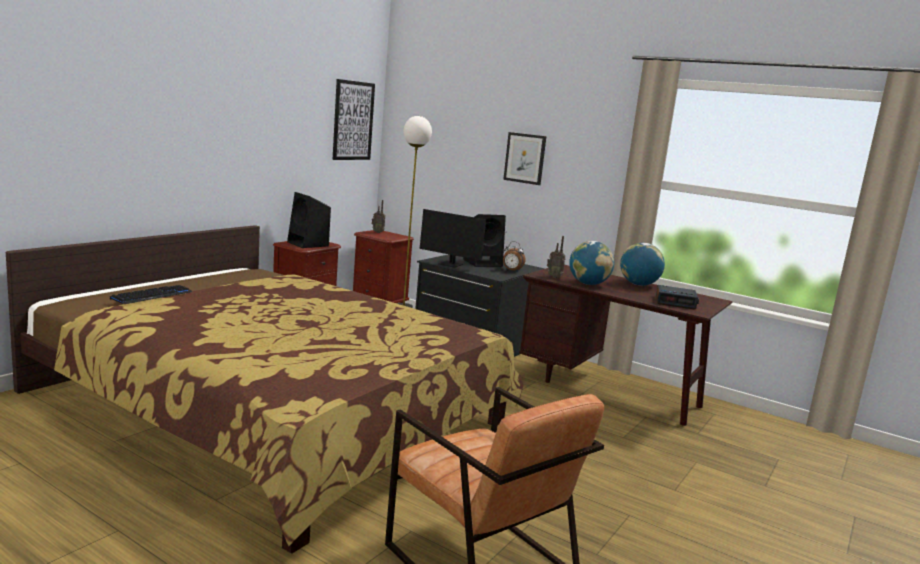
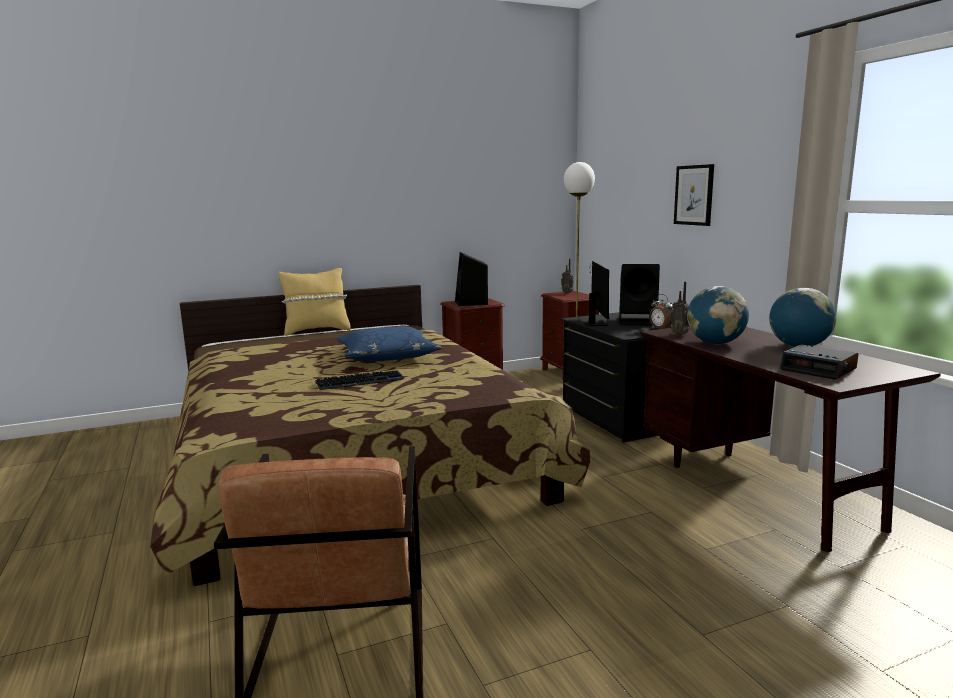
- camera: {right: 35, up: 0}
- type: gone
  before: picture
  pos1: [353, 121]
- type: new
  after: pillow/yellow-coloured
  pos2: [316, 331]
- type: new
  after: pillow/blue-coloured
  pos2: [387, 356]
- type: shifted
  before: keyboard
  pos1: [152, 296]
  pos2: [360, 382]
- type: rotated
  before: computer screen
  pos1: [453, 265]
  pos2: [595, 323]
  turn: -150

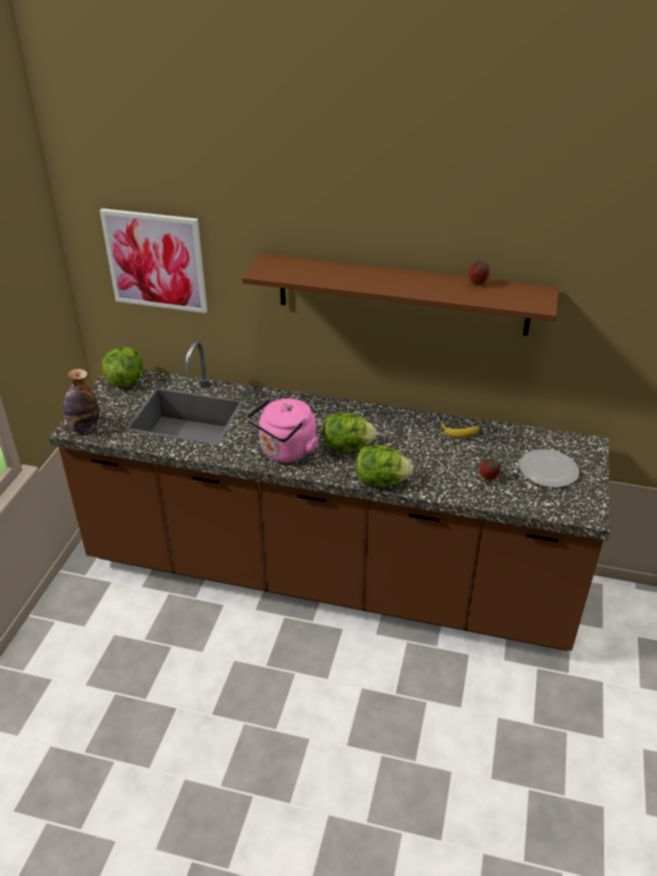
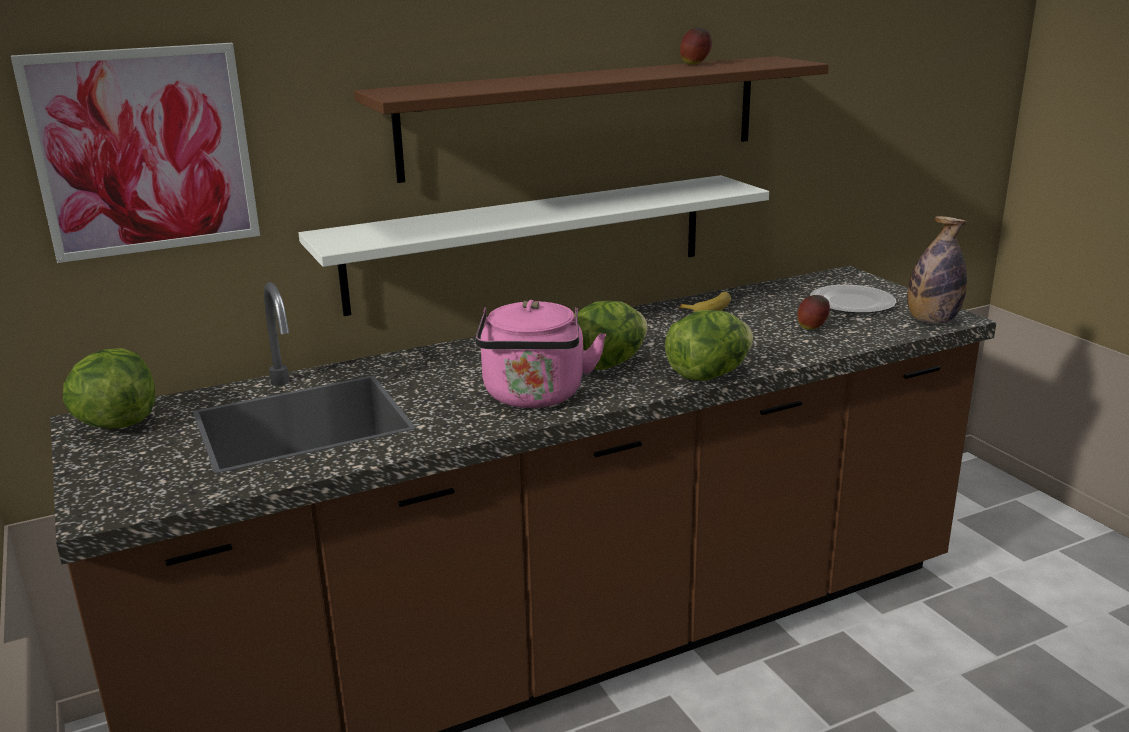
- camera: {right: -40, up: -15}
- type: new
  after: shelf/white-coloured
  pos2: [530, 242]
- type: shifted
  before: beverage bottle
  pos1: [84, 427]
  pos2: [932, 321]

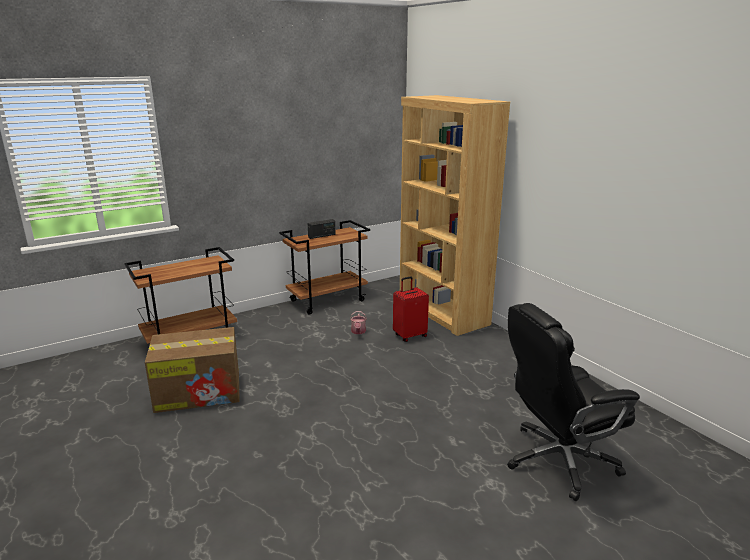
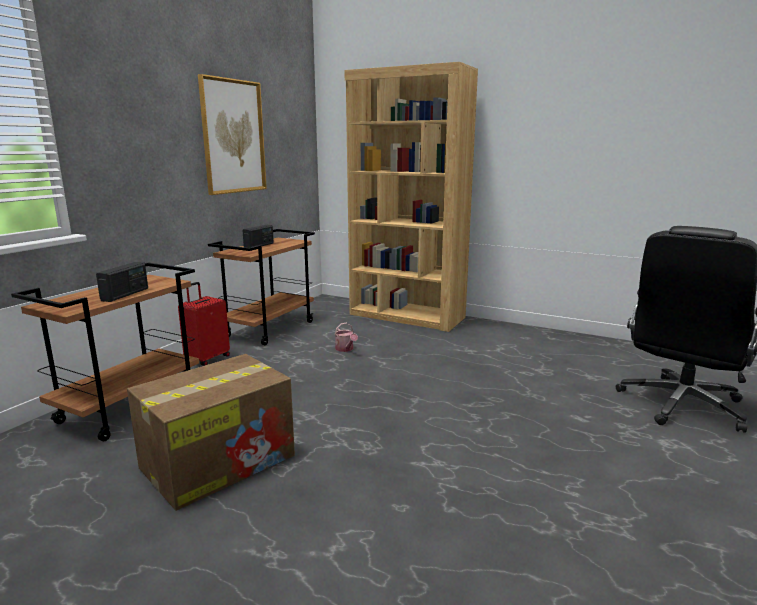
- camera: {right: -30, up: -5}
- type: new
  after: radio set
  pos2: [125, 294]
- type: new
  after: picture
  pos2: [233, 137]
- type: shifted
  before: travel case/reddish
  pos1: [409, 335]
  pos2: [207, 359]

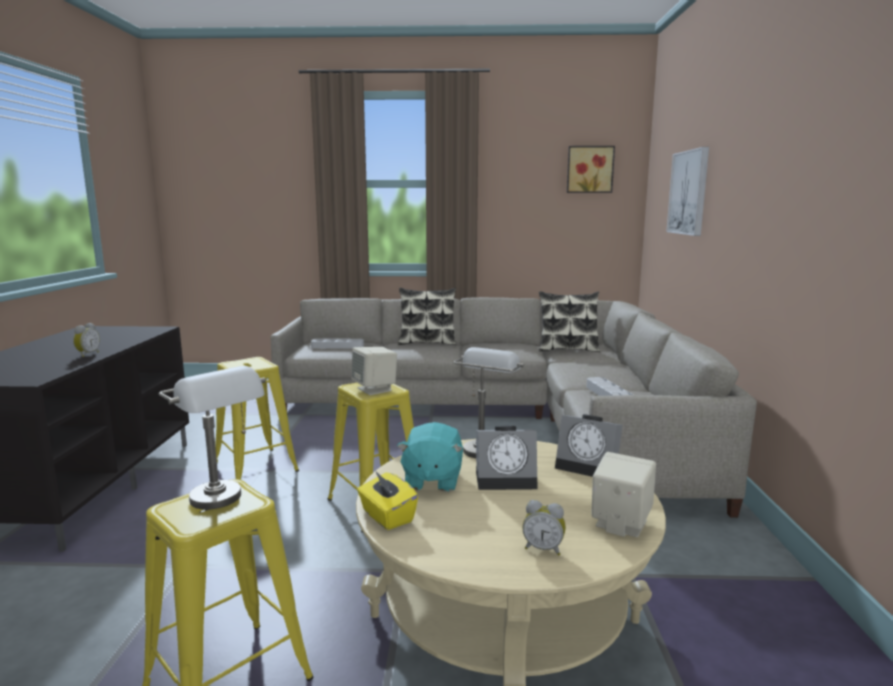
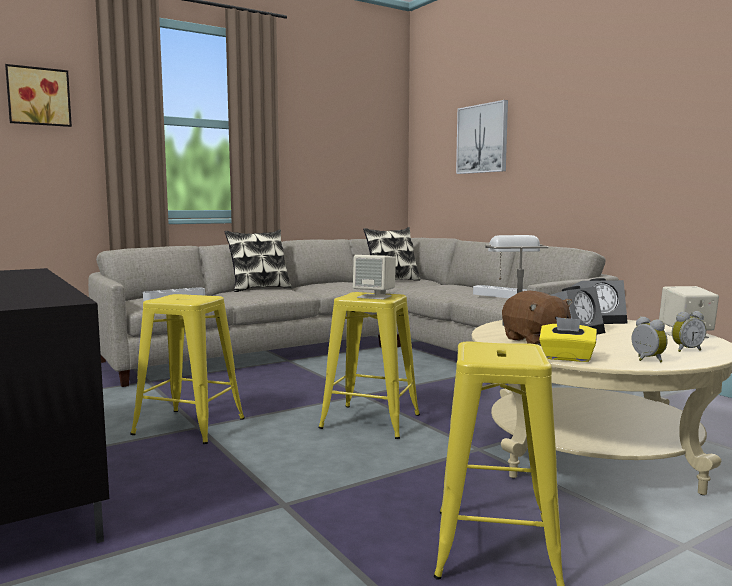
- camera: {right: -35, up: -5}
- type: gone
  before: table lamp/grey
  pos1: [225, 502]
- type: shifted
  before: alarm clock
  pos1: [87, 354]
  pos2: [646, 360]
- type: shifted
  before: picture
  pos1: [589, 169]
  pos2: [38, 96]
- type: repainted
  before: cuddly toy/turquoise
  after: cuddly toy/brownish
  pos1: [432, 480]
  pos2: [535, 340]

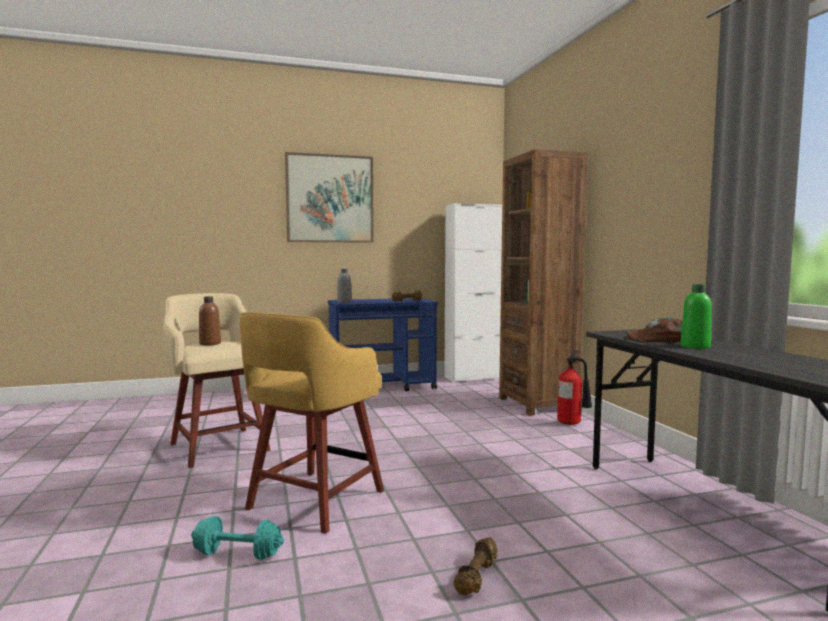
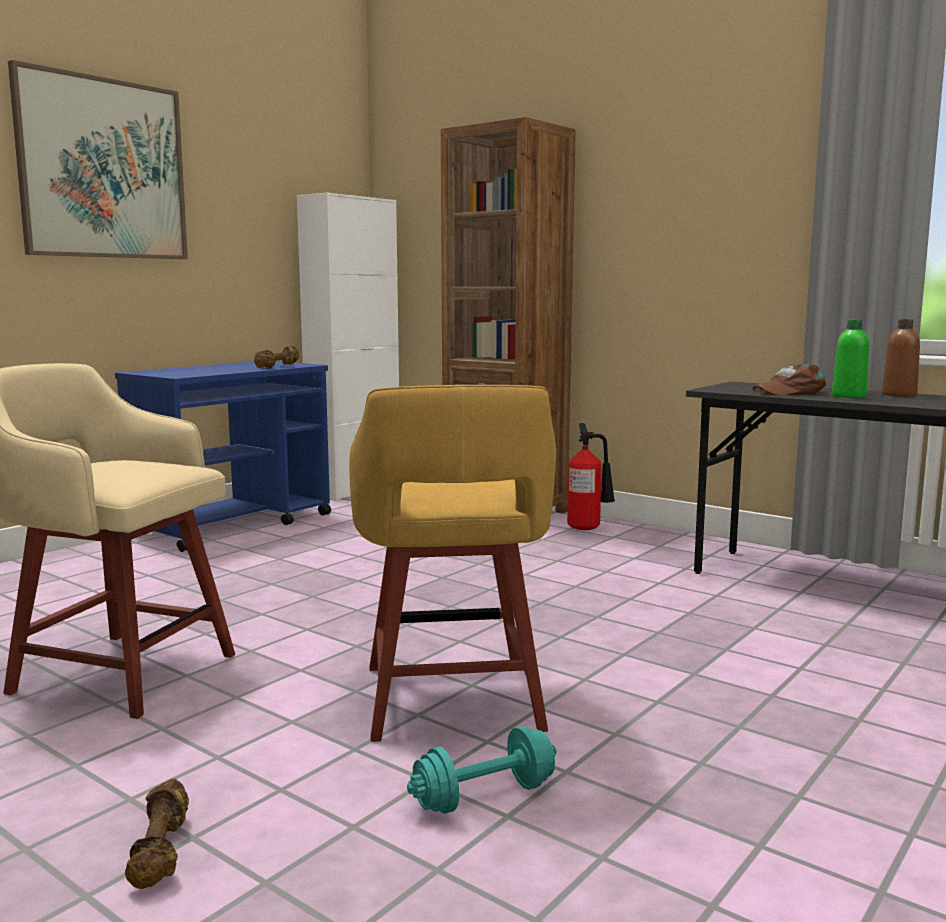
- camera: {right: -35, up: 5}
- type: gone
  before: beverage bottle/grey
  pos1: [344, 302]
- type: shifted
  before: beverage bottle/brownish
  pos1: [210, 343]
  pos2: [899, 395]
- type: shifted
  before: hand weight/brownish
  pos1: [477, 577]
  pos2: [162, 851]

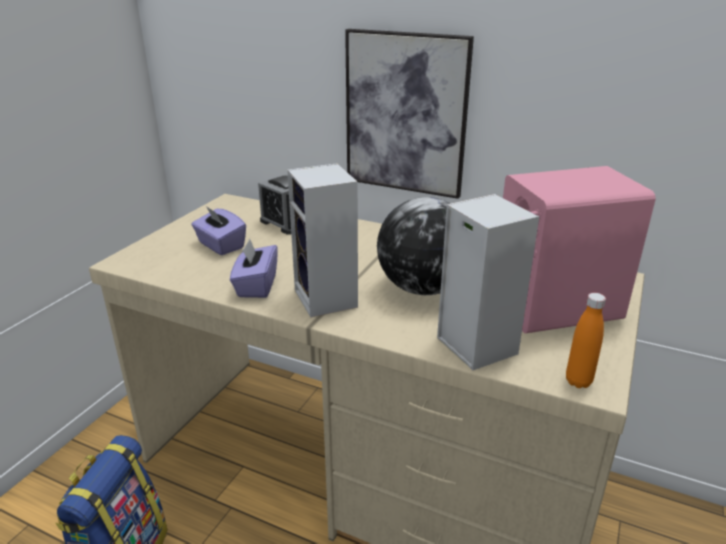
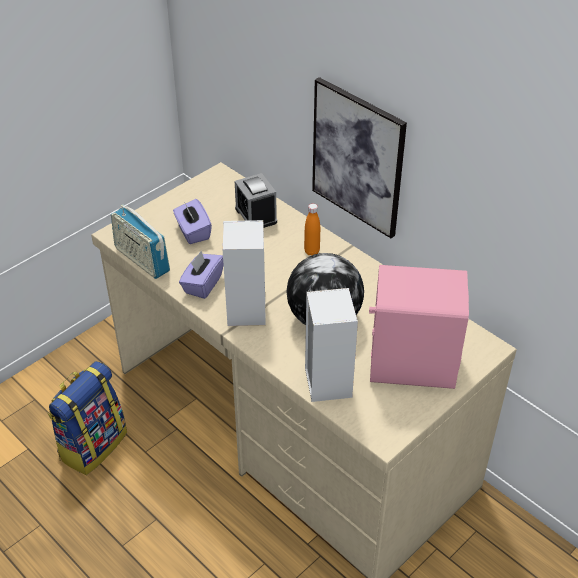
- camera: {right: 20, up: 15}
- type: new
  after: radio set
  pos2: [142, 260]
- type: shifted
  before: beverage bottle/orangey
  pos1: [578, 381]
  pos2: [312, 251]

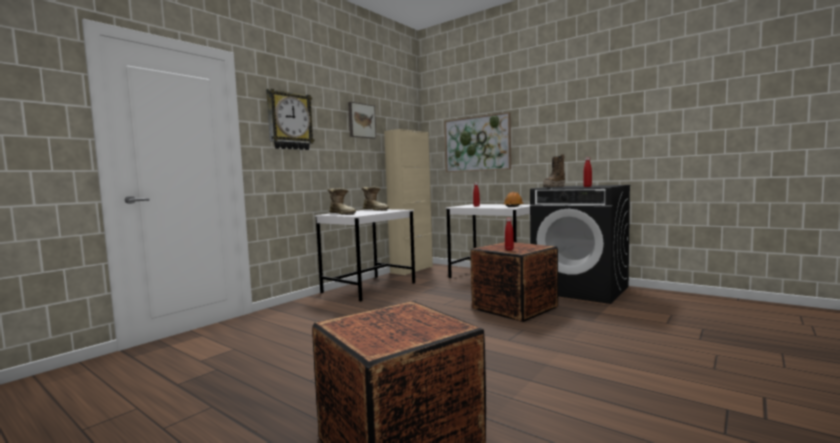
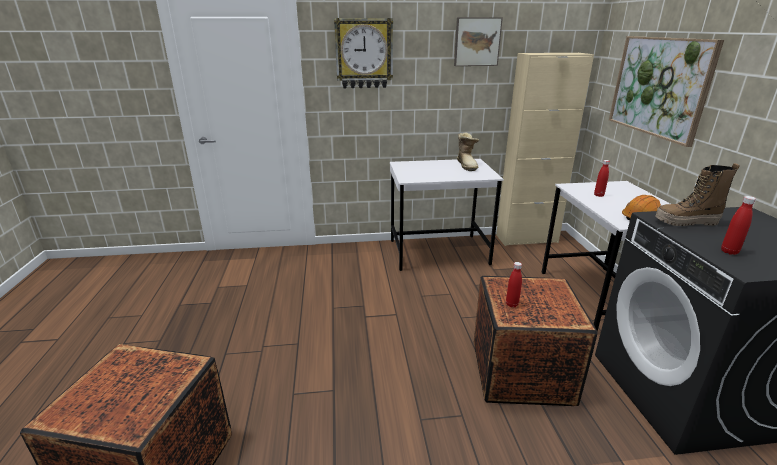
- camera: {right: 45, up: 20}
- type: gone
  before: boot
  pos1: [342, 214]

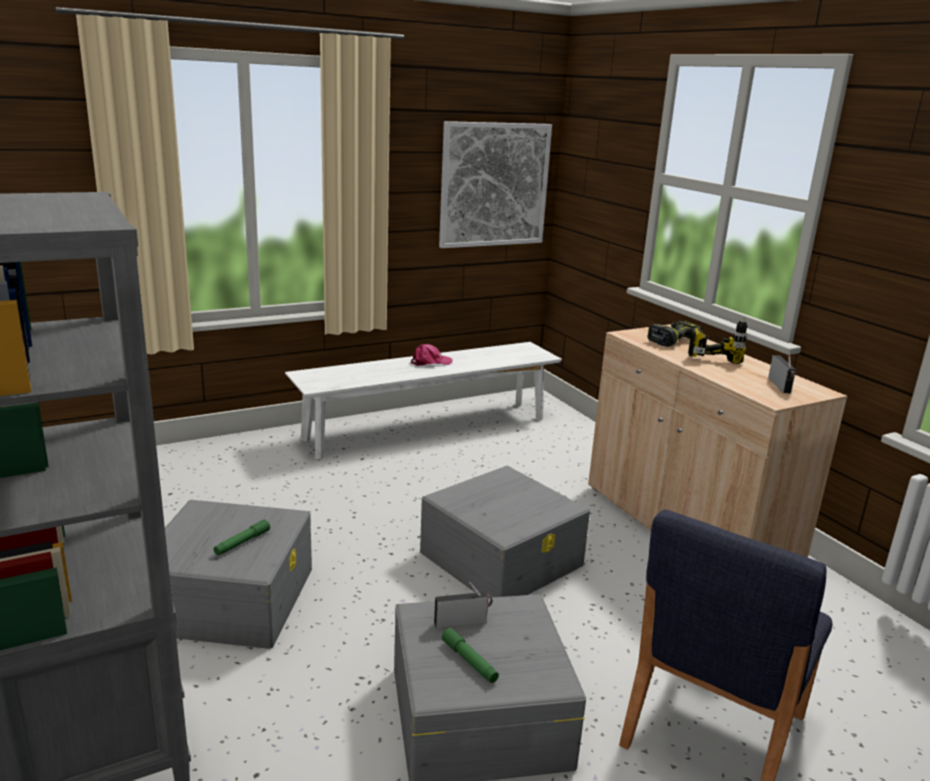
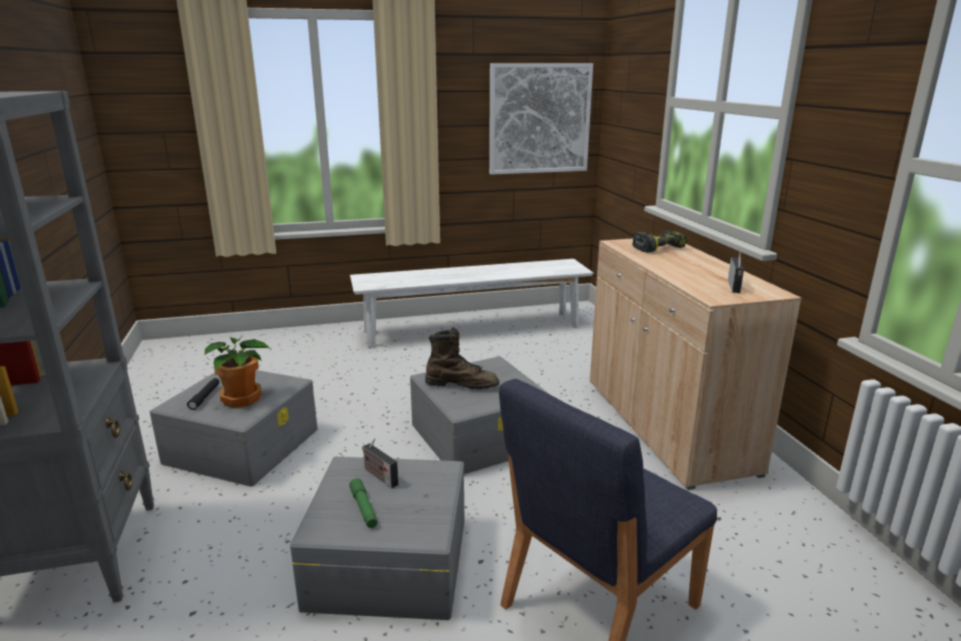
- camera: {right: 15, up: 0}
- type: gone
  before: baseball cap/pinkish
  pos1: [430, 362]
- type: gone
  before: power drill
  pos1: [713, 355]
- type: new
  after: flashlight/blackish
  pos2: [205, 397]
- type: new
  after: boot/brownish
  pos2: [462, 384]
- type: swapped
  before: flashlight/green
  after: potted plant
  pos1: [242, 543]
  pos2: [243, 399]
- type: rotated
  before: radio set
  pos1: [462, 621]
  pos2: [379, 476]
  turn: -135

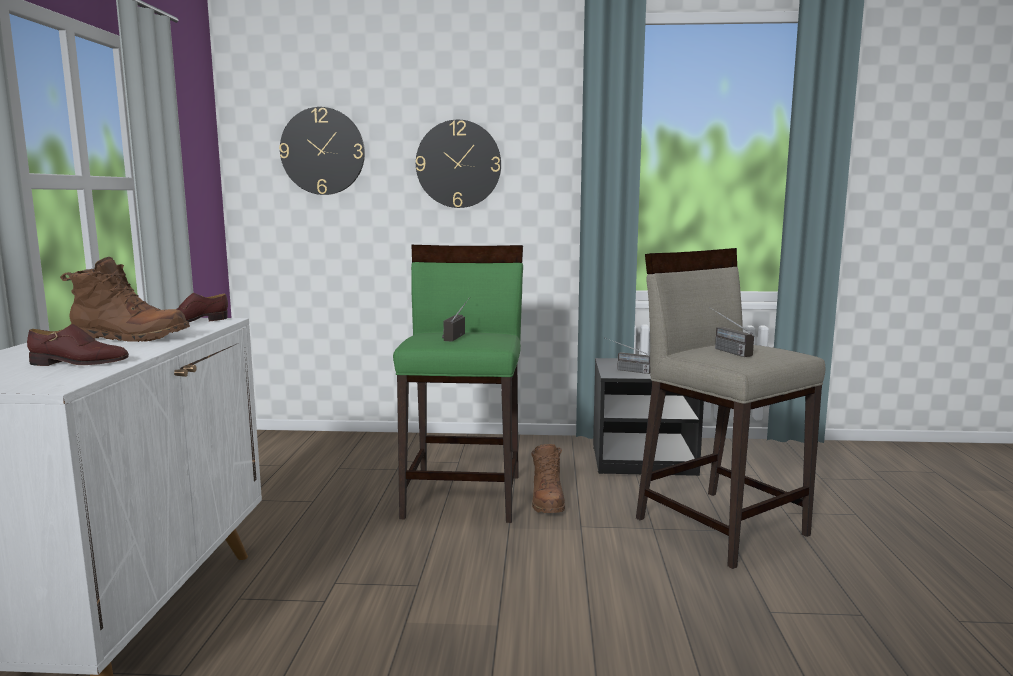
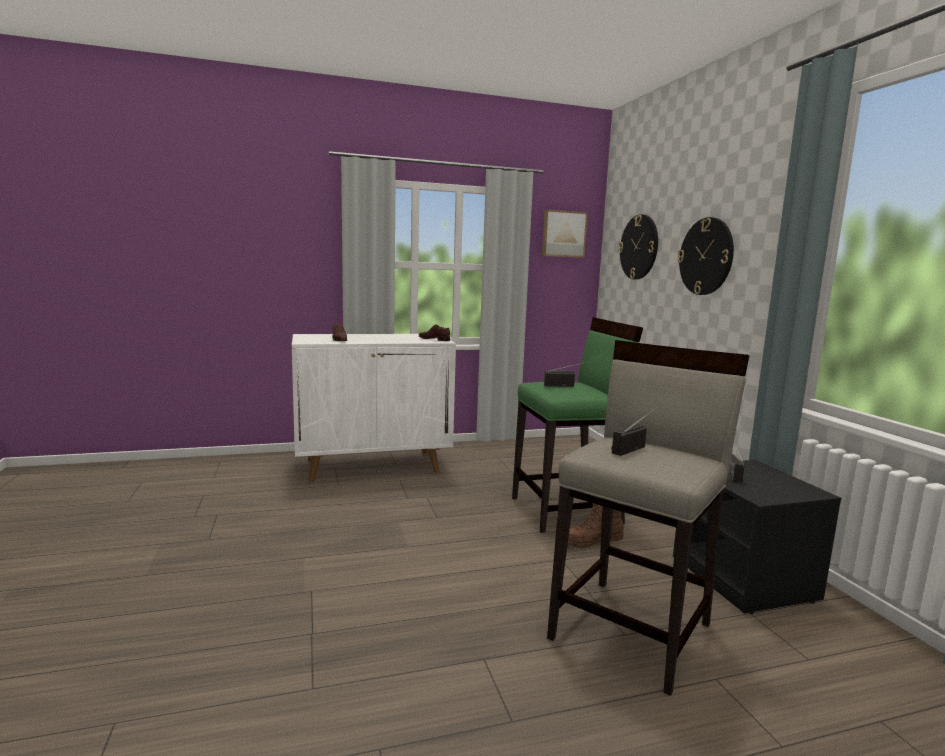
- camera: {right: 70, up: 0}
- type: gone
  before: boot/brownish
  pos1: [129, 337]
- type: new
  after: picture
  pos2: [563, 234]

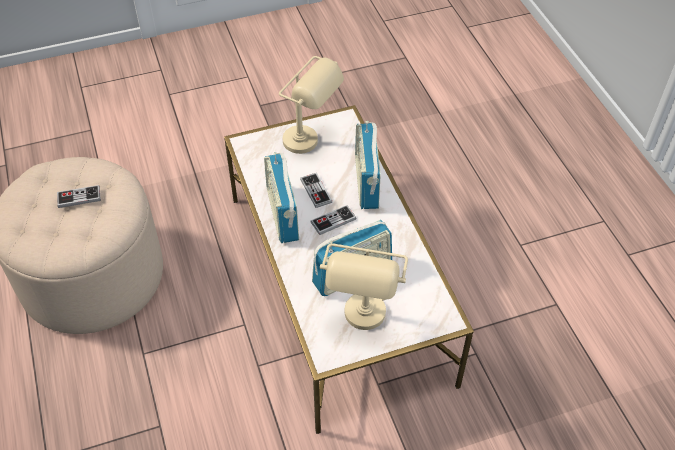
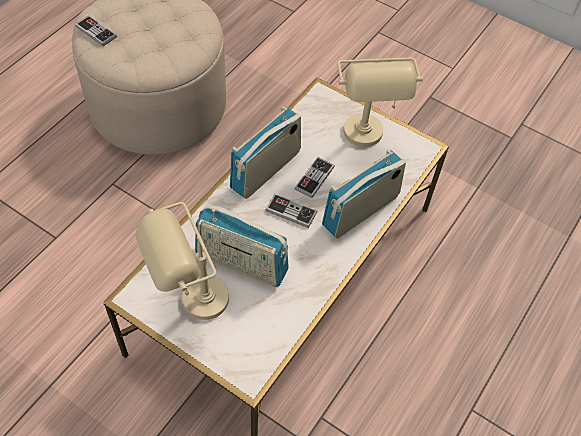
- camera: {right: 50, up: 5}
- type: shifted
  before: gamepad
  pos1: [79, 197]
  pos2: [96, 32]

